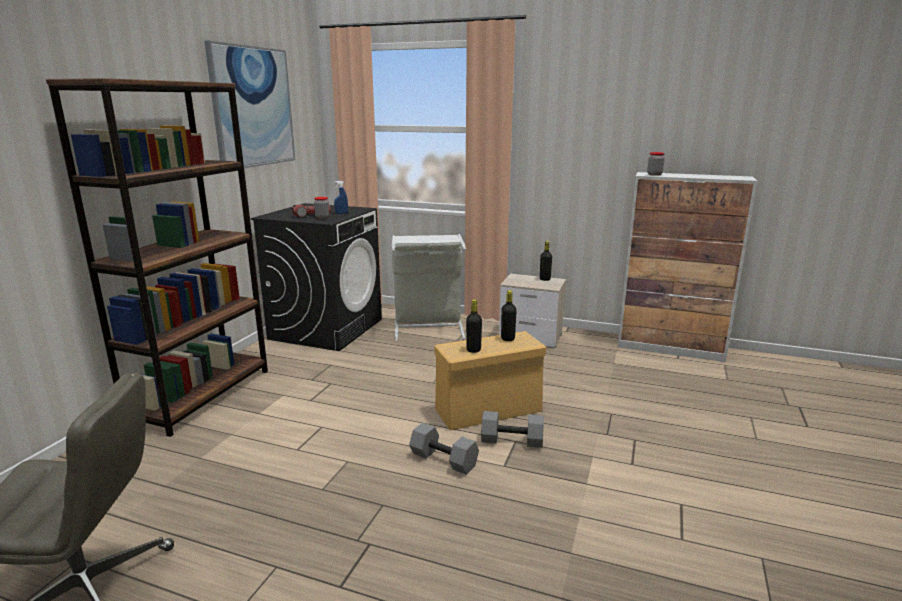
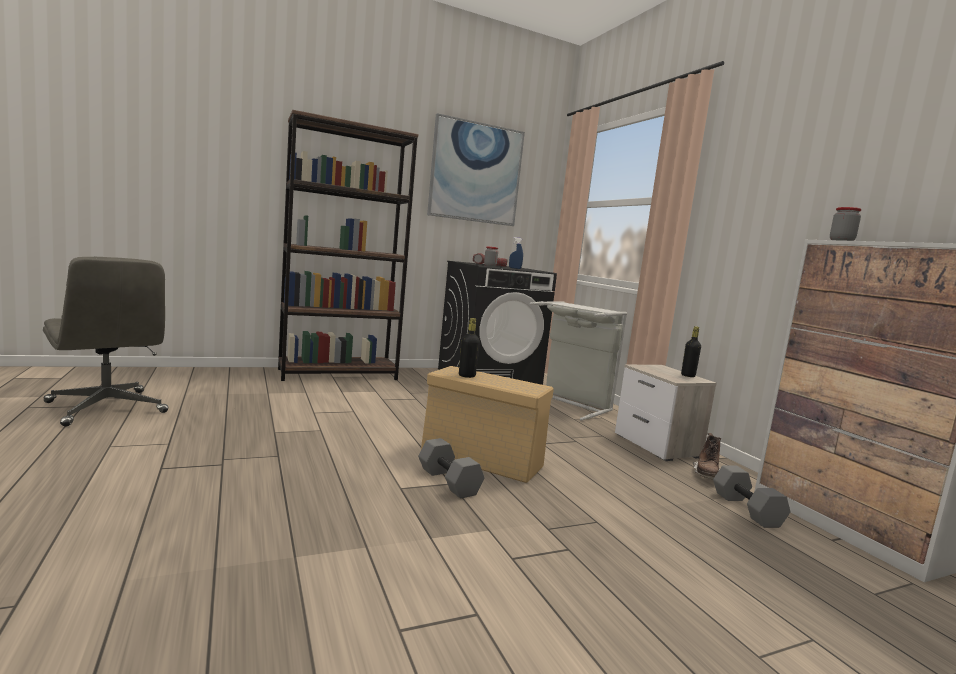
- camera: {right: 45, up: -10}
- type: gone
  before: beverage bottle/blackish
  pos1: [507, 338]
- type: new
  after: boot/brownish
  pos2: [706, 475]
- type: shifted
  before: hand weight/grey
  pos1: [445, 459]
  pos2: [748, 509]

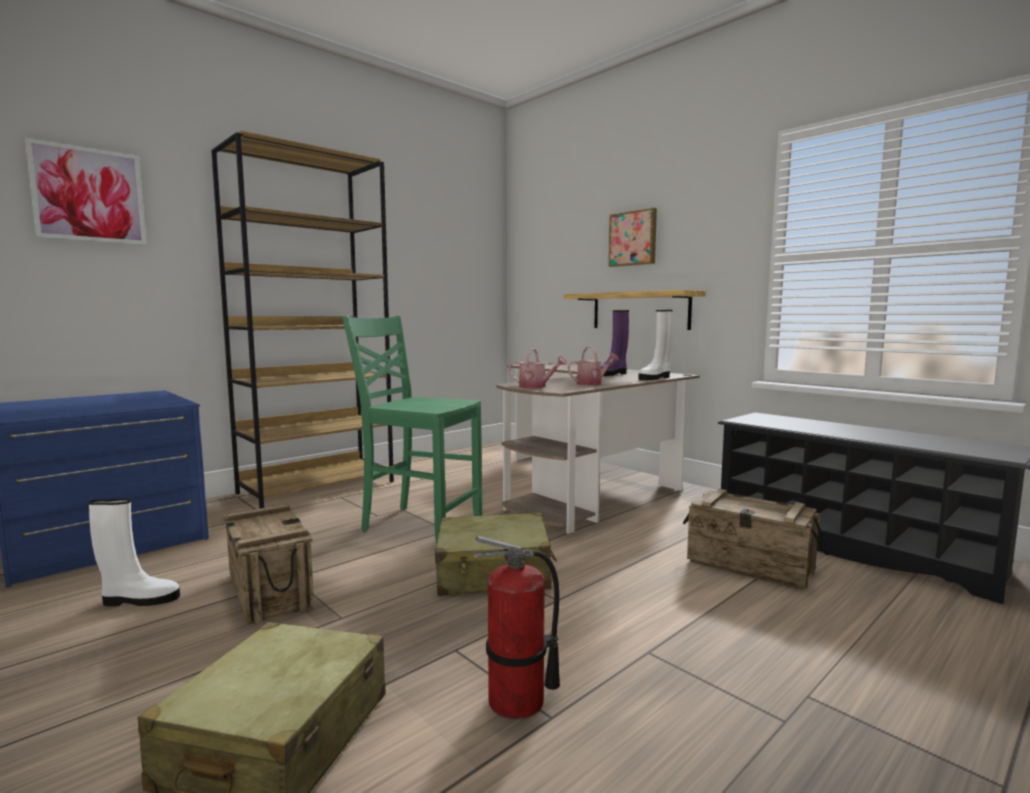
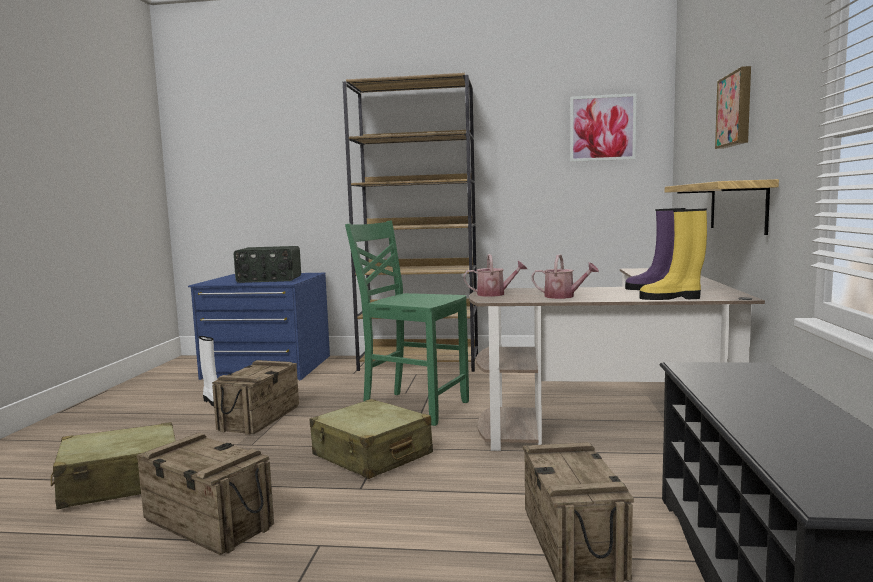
- camera: {right: 50, up: 0}
- type: new
  after: radio set
  pos2: [269, 279]
- type: shifted
  before: picture
  pos1: [89, 195]
  pos2: [602, 128]
- type: swapped
  before: fire-fighting cylinder
  after: crate
  pos1: [517, 701]
  pos2: [206, 523]
- type: repainted
  before: boot/white-coloured
  after: boot/yellow-coloured
  pos1: [655, 378]
  pos2: [671, 298]
- type: rotated
  before: upright chair/green
  pos1: [420, 524]
  pos2: [414, 407]
  turn: -45
- type: rotated
  before: watering can
  pos1: [536, 387]
  pos2: [495, 294]
  turn: -75

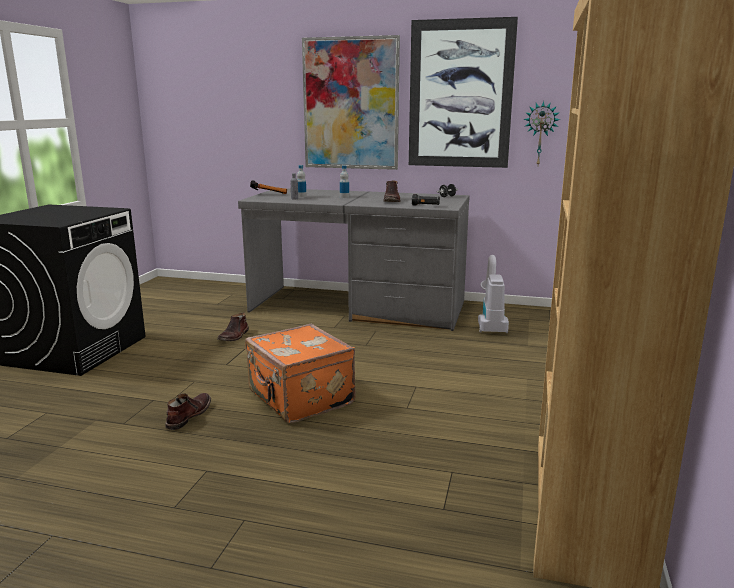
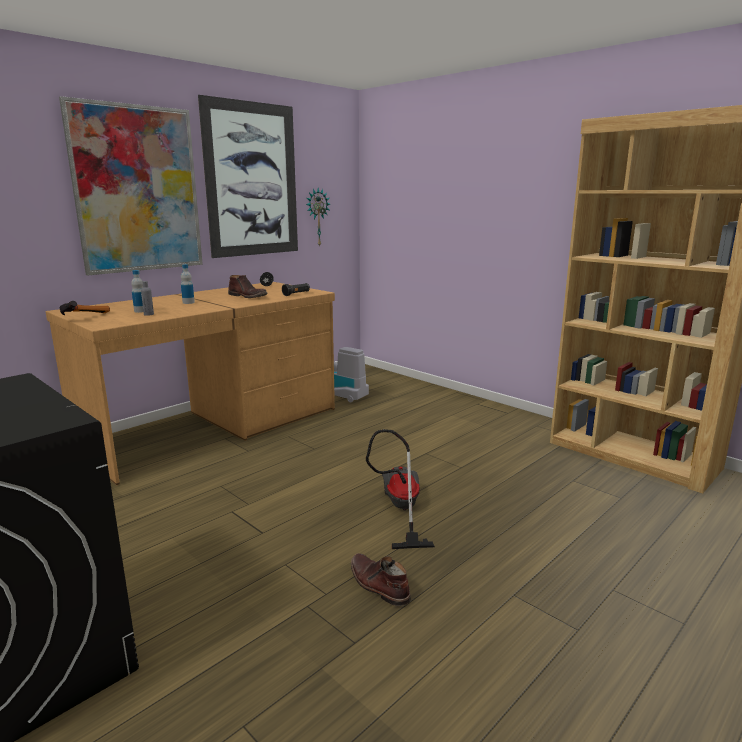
- camera: {right: -60, up: 0}
- type: gone
  before: boot/brownish
  pos1: [234, 336]
- type: swapped
  before: travel case/orangey
  after: vacuum
  pos1: [299, 399]
  pos2: [399, 509]
- type: repainted
  before: desk table/grey
  after: desk table/brownish
  pos1: [357, 307]
  pos2: [214, 427]

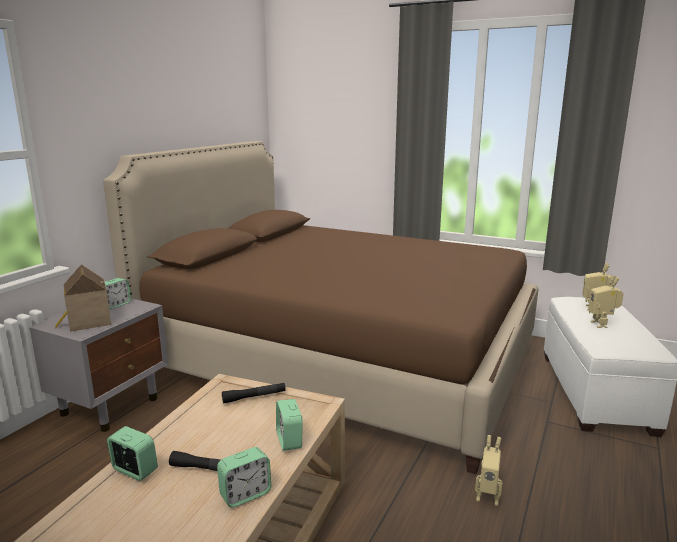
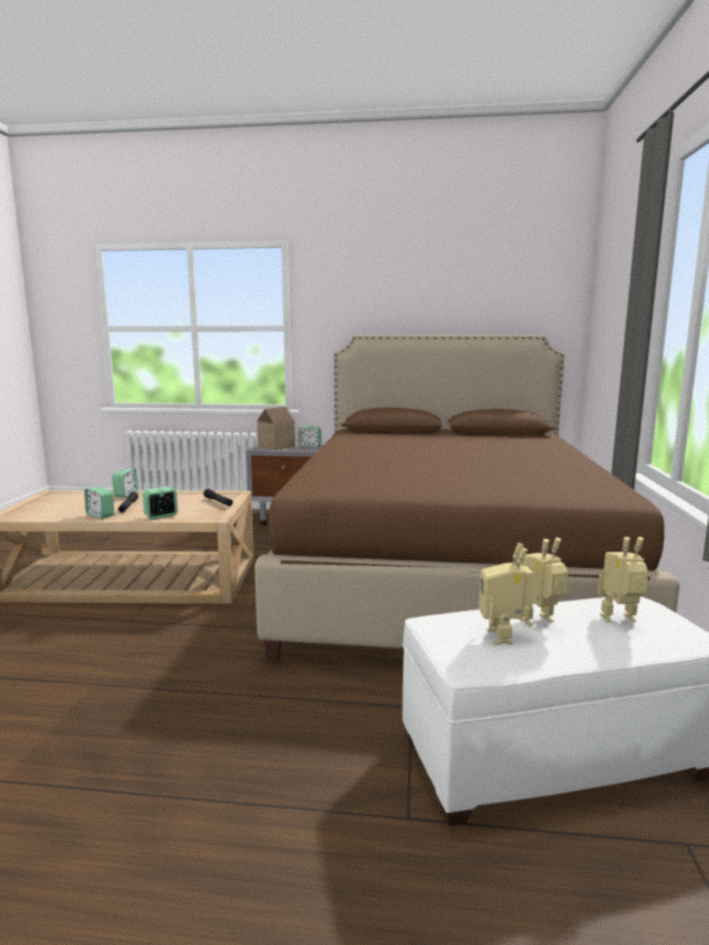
- camera: {right: 70, up: -5}
- type: shifted
  before: robot figure
  pos1: [487, 496]
  pos2: [505, 636]

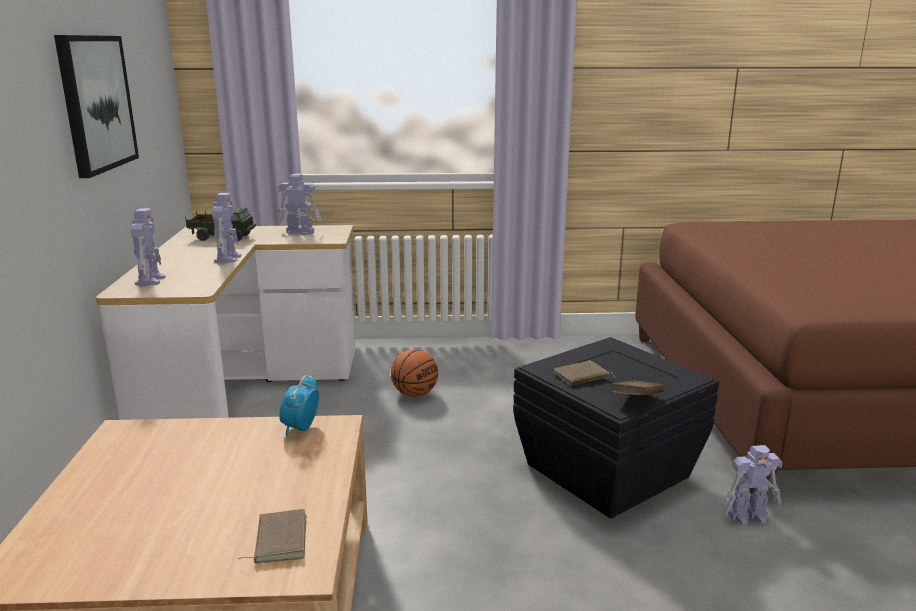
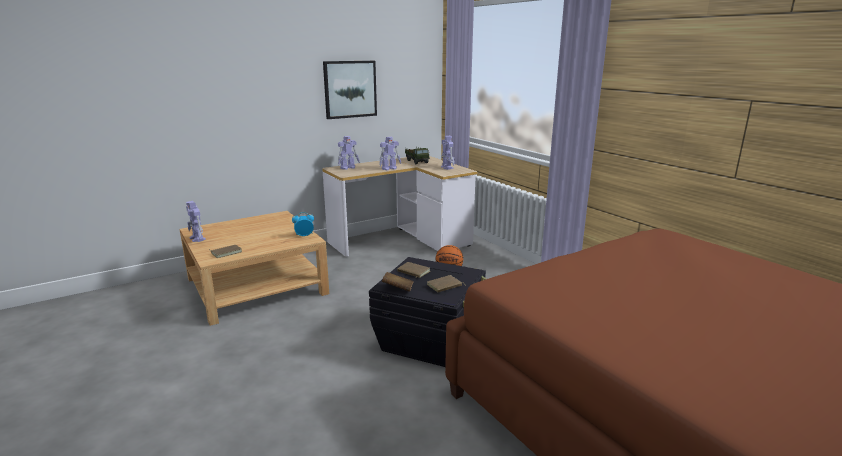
- camera: {right: 60, up: 0}
- type: new
  after: book/brownish
  pos2: [445, 286]
- type: shifted
  before: robot figure
  pos1: [749, 516]
  pos2: [197, 239]

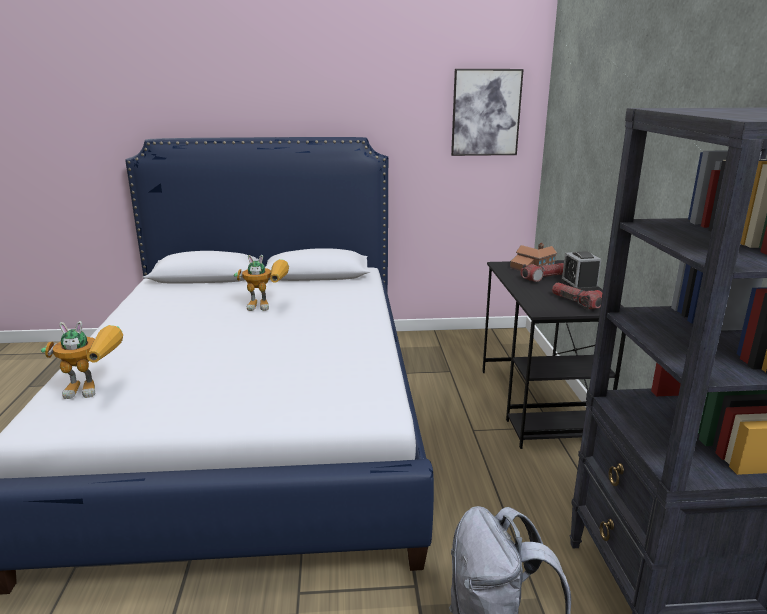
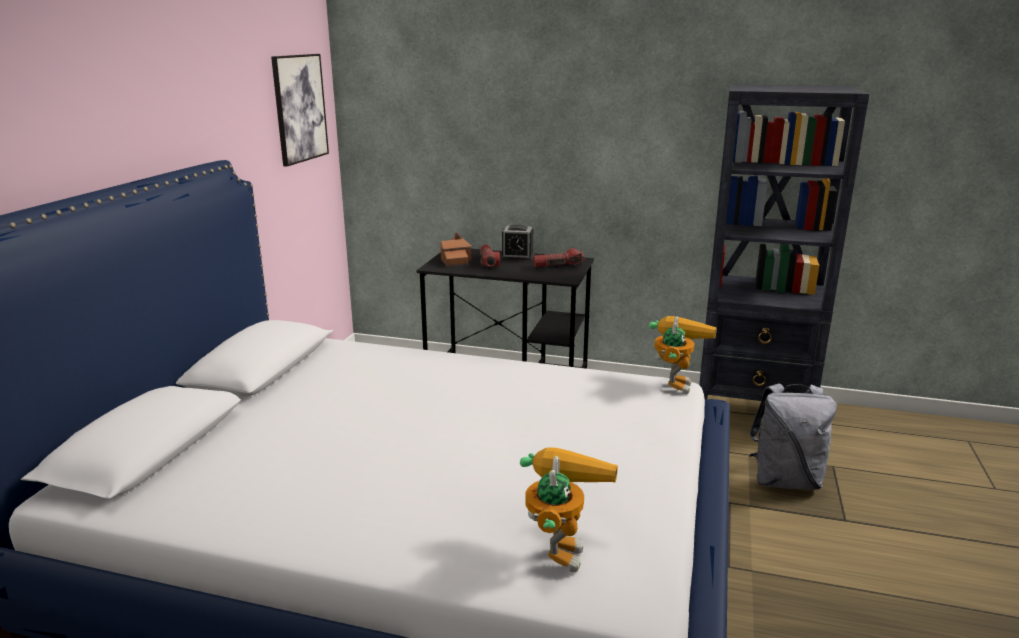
- camera: {right: -70, up: 0}
- type: shifted
  before: robot figure
  pos1: [268, 306]
  pos2: [674, 381]

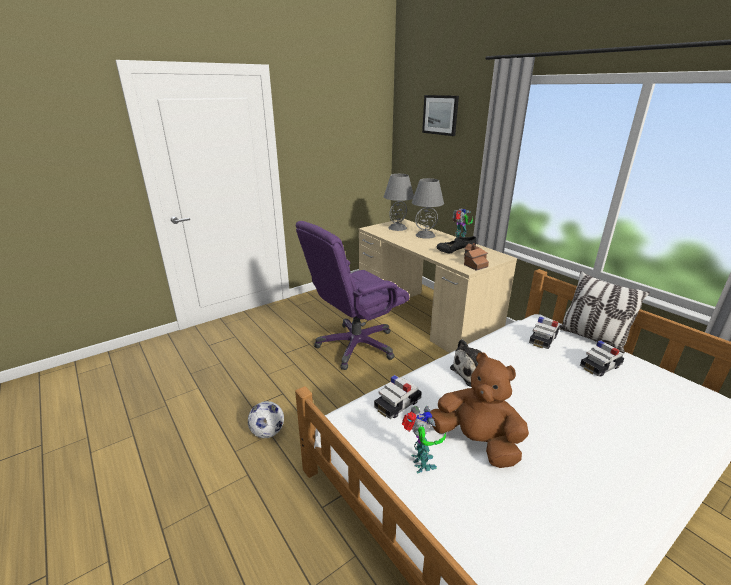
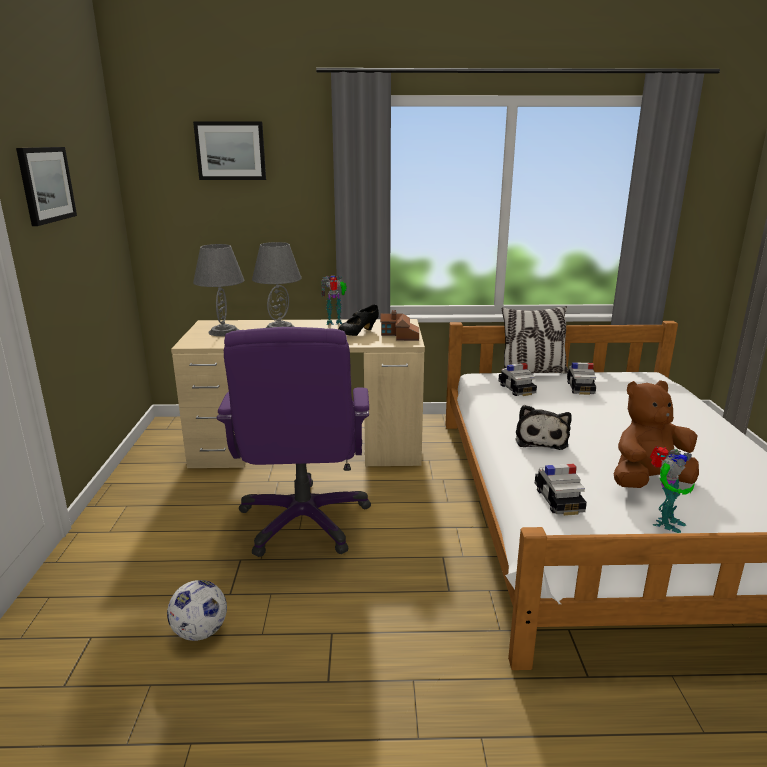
- camera: {right: -55, up: -5}
- type: new
  after: picture
  pos2: [46, 184]
- type: shifted
  before: football
  pos1: [267, 432]
  pos2: [200, 632]
- type: rotated
  before: robot figure
  pos1: [420, 464]
  pos2: [664, 522]
  turn: 105

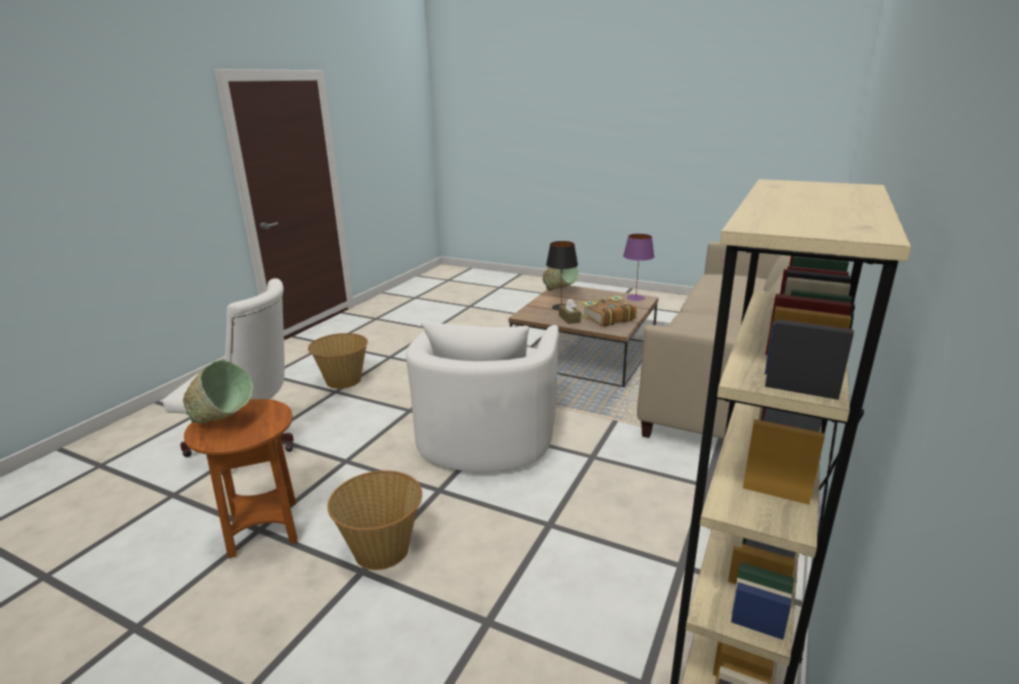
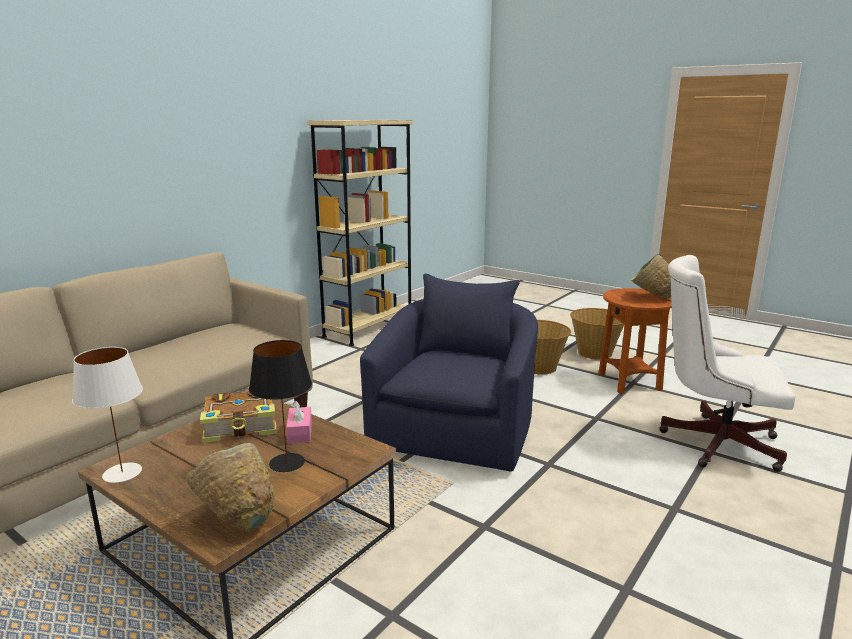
- camera: {right: -170, up: -5}
- type: shifted
  before: storage basket
  pos1: [343, 381]
  pos2: [595, 353]
- type: repainted
  before: armchair/white-coloured
  after: armchair/blue-coloured
  pos1: [486, 432]
  pos2: [457, 428]
- type: repainted
  before: box of tissues/brownish
  after: box of tissues/pinkish
  pos1: [569, 319]
  pos2: [300, 432]
- type: repainted
  before: table lamp/purple-coloured
  after: table lamp/white-coloured
  pos1: [636, 298]
  pos2: [121, 472]

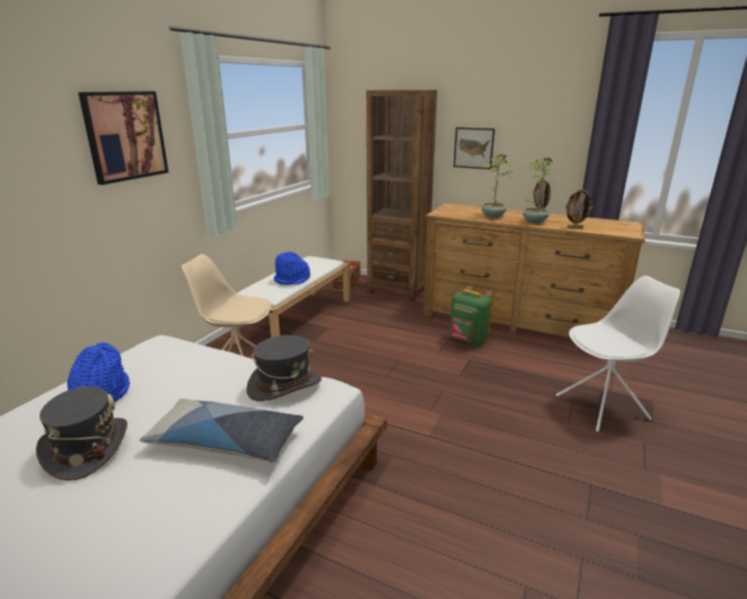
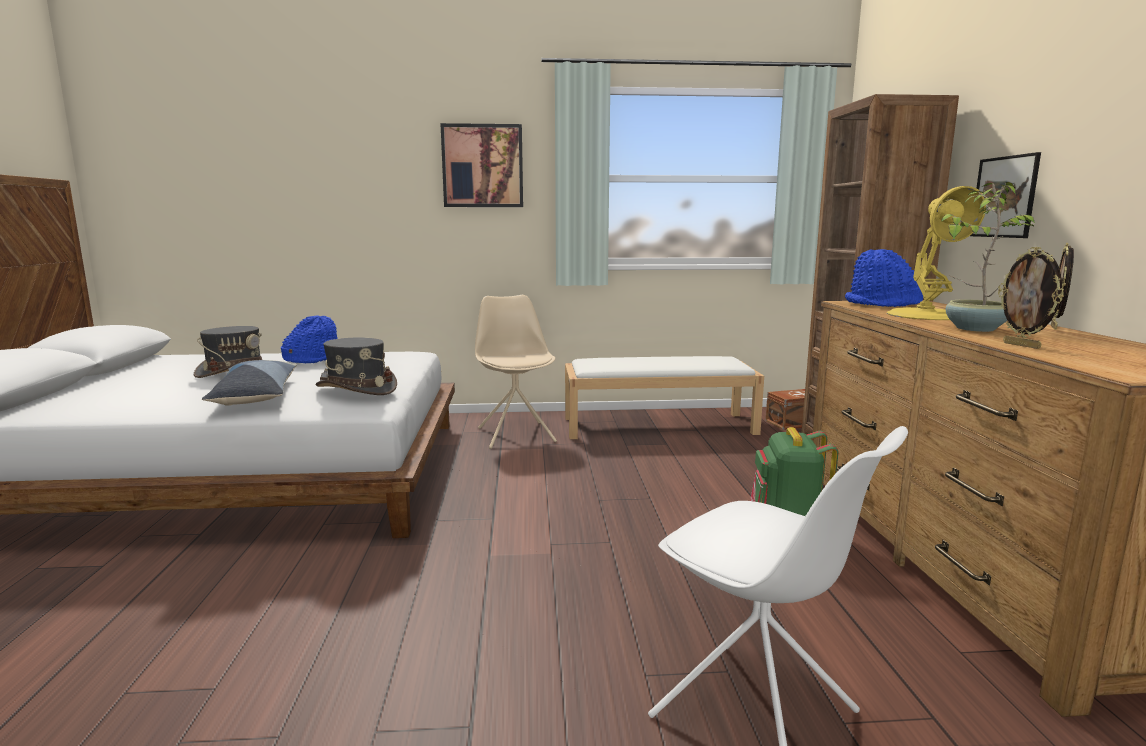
- camera: {right: 60, up: -10}
- type: shifted
  before: clothing hat/blue-coloured
  pos1: [292, 280]
  pos2: [882, 304]
- type: swapped
  before: potted plant
  after: table lamp/yellow-coloured
  pos1: [492, 216]
  pos2: [926, 315]

